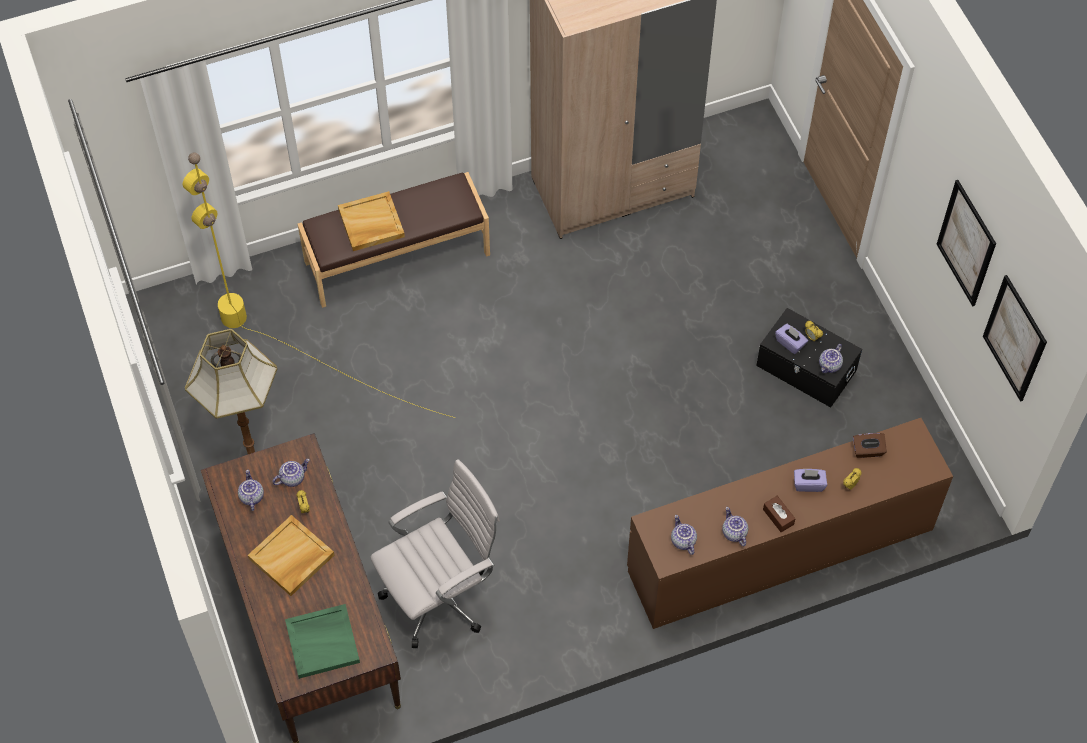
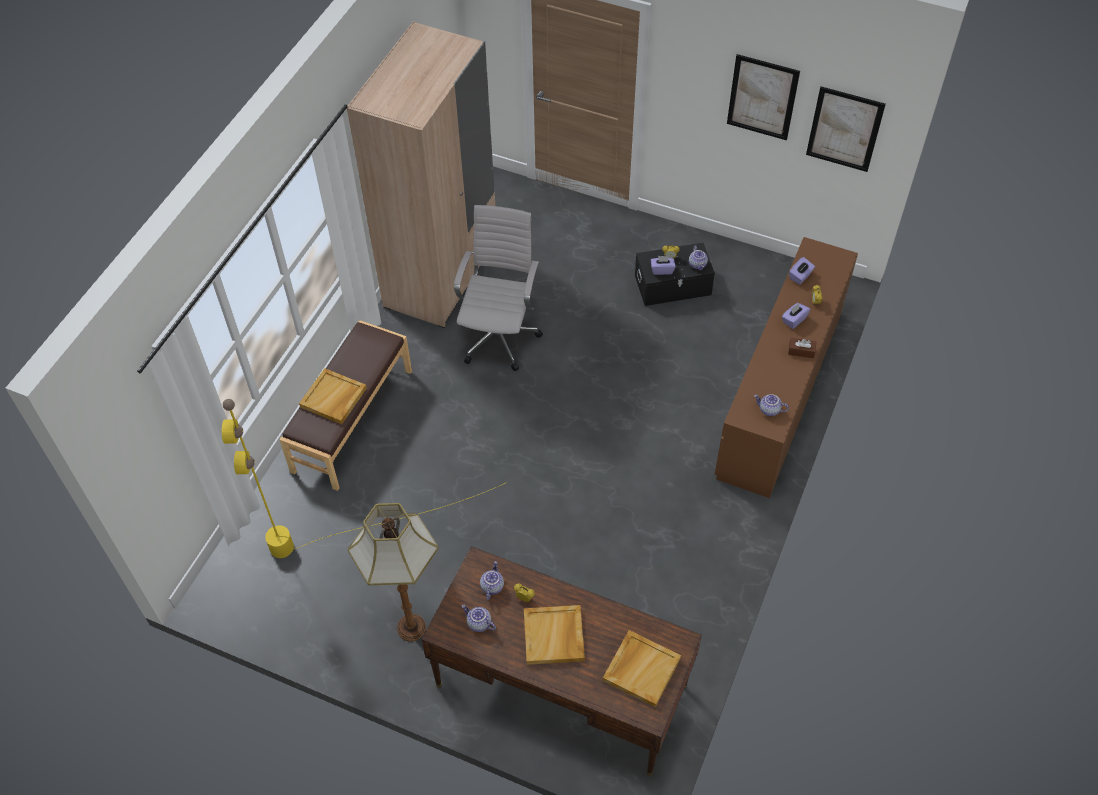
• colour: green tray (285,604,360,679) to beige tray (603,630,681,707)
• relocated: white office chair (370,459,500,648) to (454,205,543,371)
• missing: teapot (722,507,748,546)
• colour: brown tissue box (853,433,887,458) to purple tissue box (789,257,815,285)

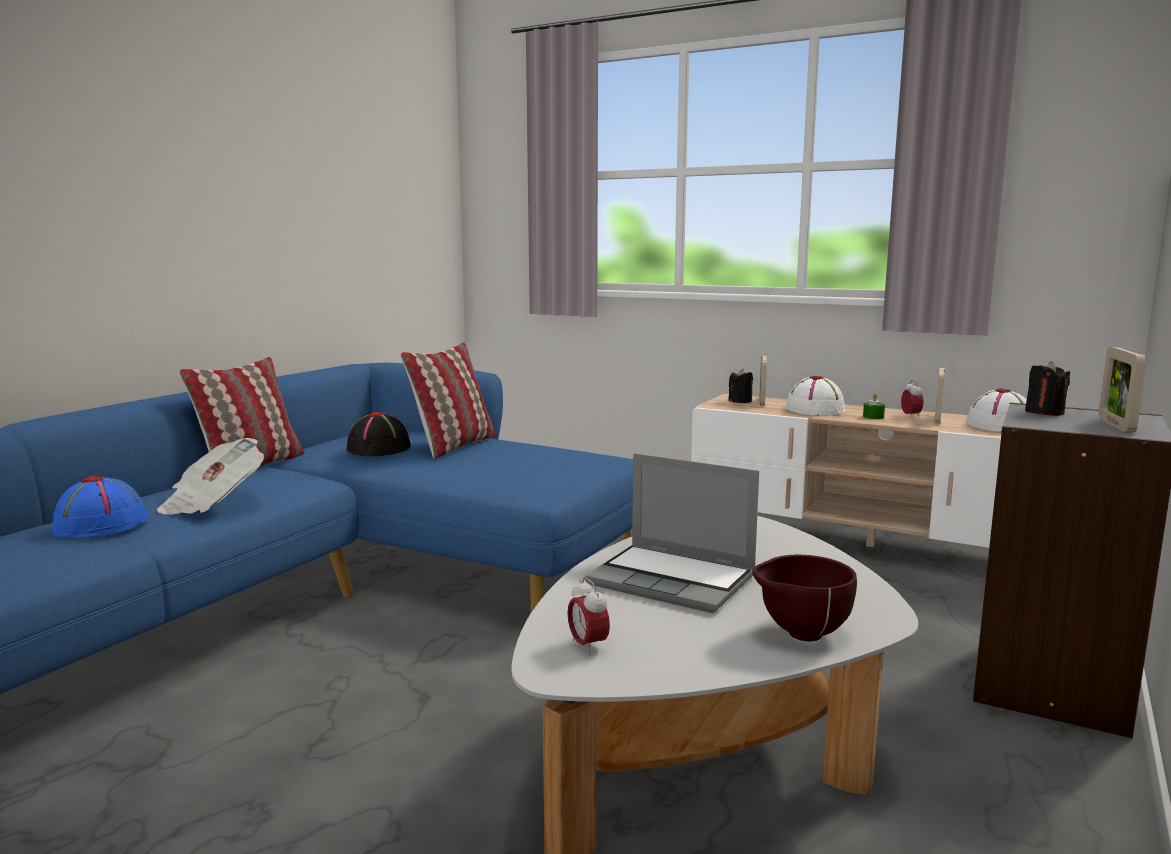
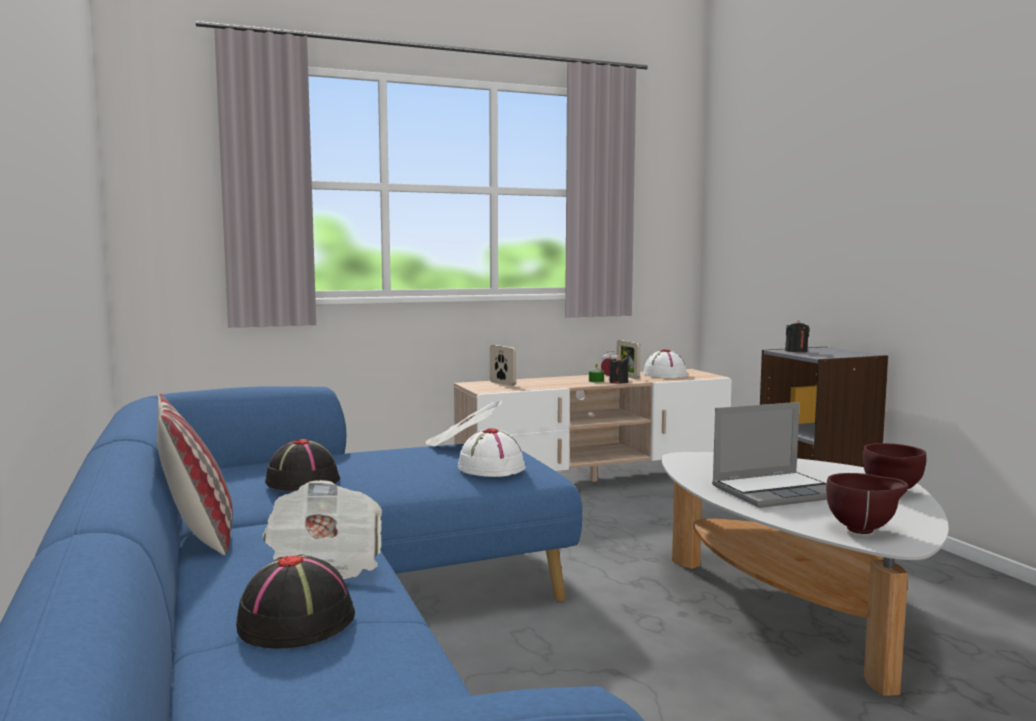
• colour: blue hat (52,476,148,538) to black hat (236,554,355,649)
• missing: pillow (400,342,496,459)
• exchanged: alarm clock (567,577,610,656) to brown bowl (826,473,908,534)
• relocated: black candle (728,369,753,403) to (609,355,628,383)
• relocated: white hat (786,376,845,416) to (458,428,526,477)
• missing: picture frame (1099,347,1147,433)
• appeared: newspaper (426,400,502,447)

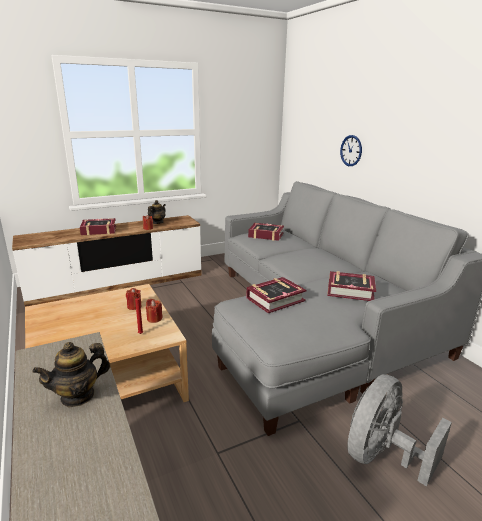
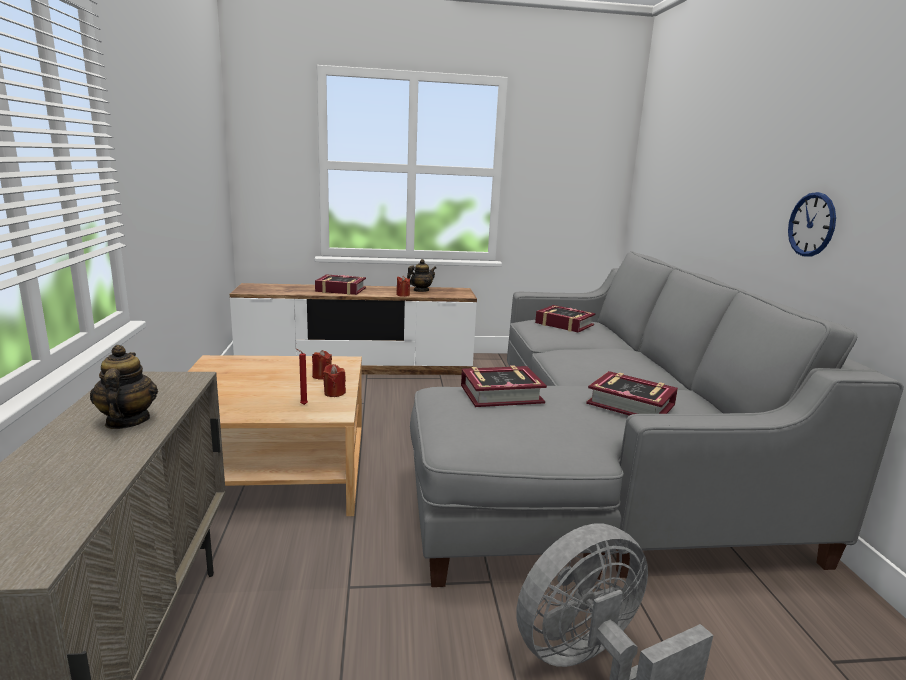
• spun: teapot (32,342,110,407) = (90,345,158,429) 90 degrees clockwise
• relocated: wall clock (340,135,362,166) to (788,192,836,256)

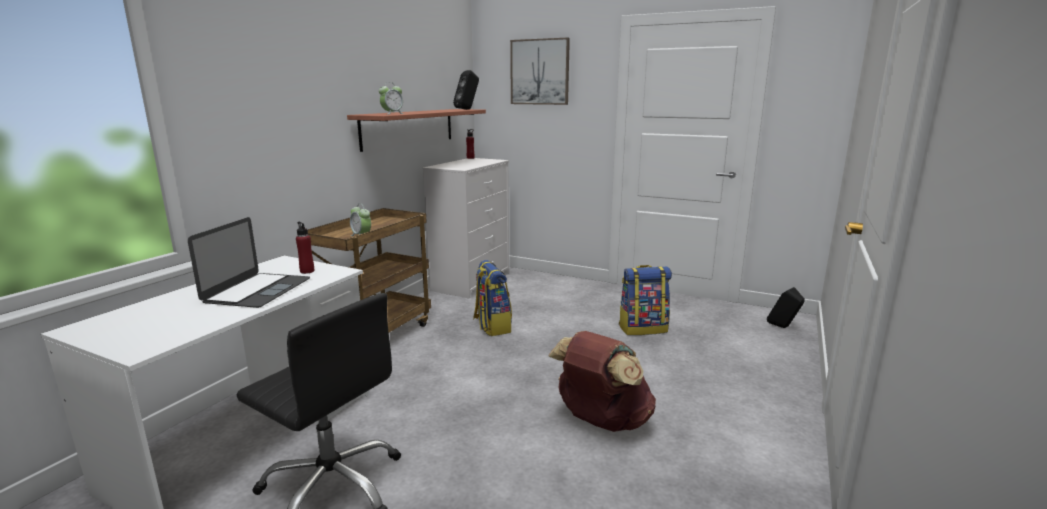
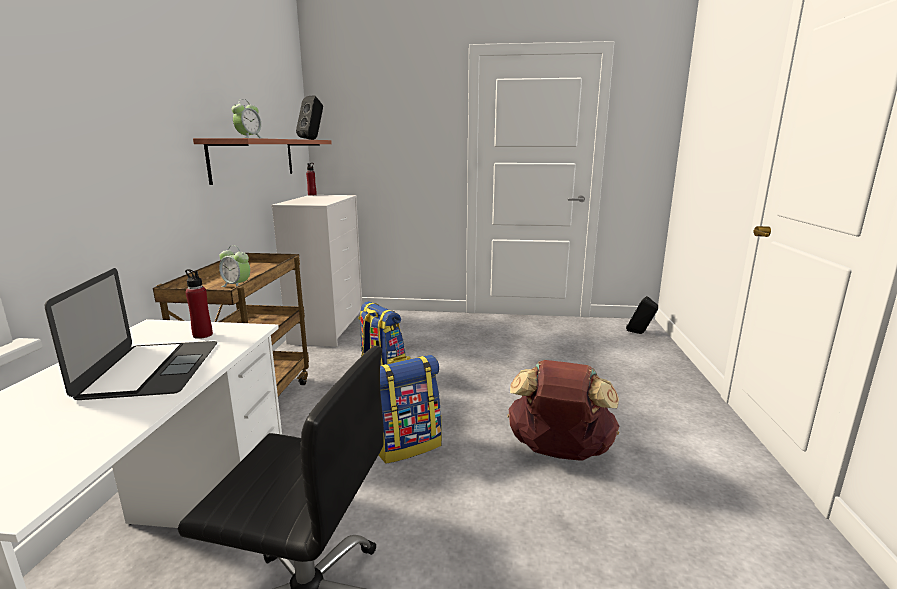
• missing: picture (510,38,570,105)
• relocated: backpack (619,265,672,335) to (379,355,442,464)

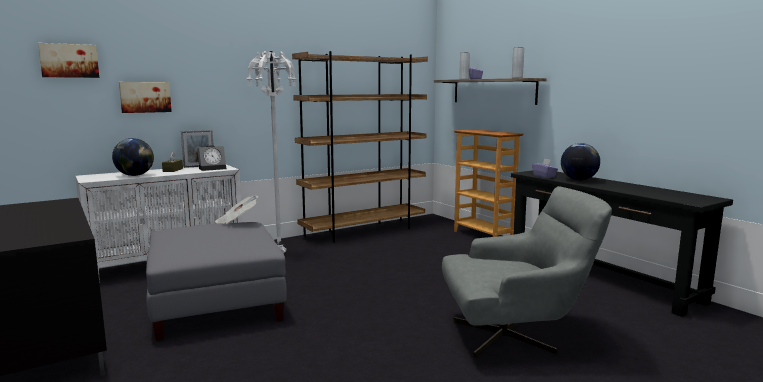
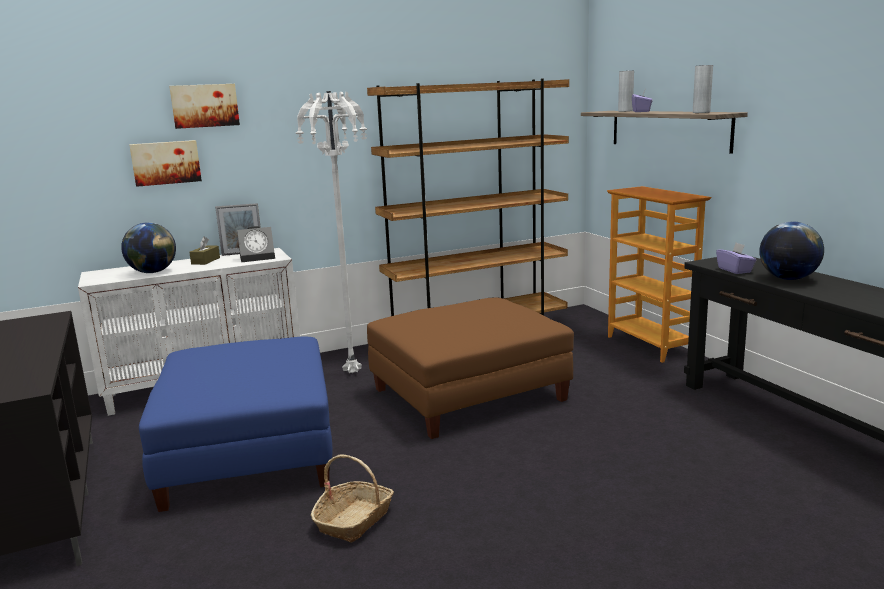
• relocated: picture (38,43,99,78) to (169,84,240,129)
• colour: grey ottoman (146,222,287,341) to blue ottoman (139,336,332,512)
• missing: newspaper (215,195,258,224)
• missing: grey armchair (442,186,612,357)
• appeared: basket (311,455,394,543)
• appeared: brown ottoman (367,297,574,439)

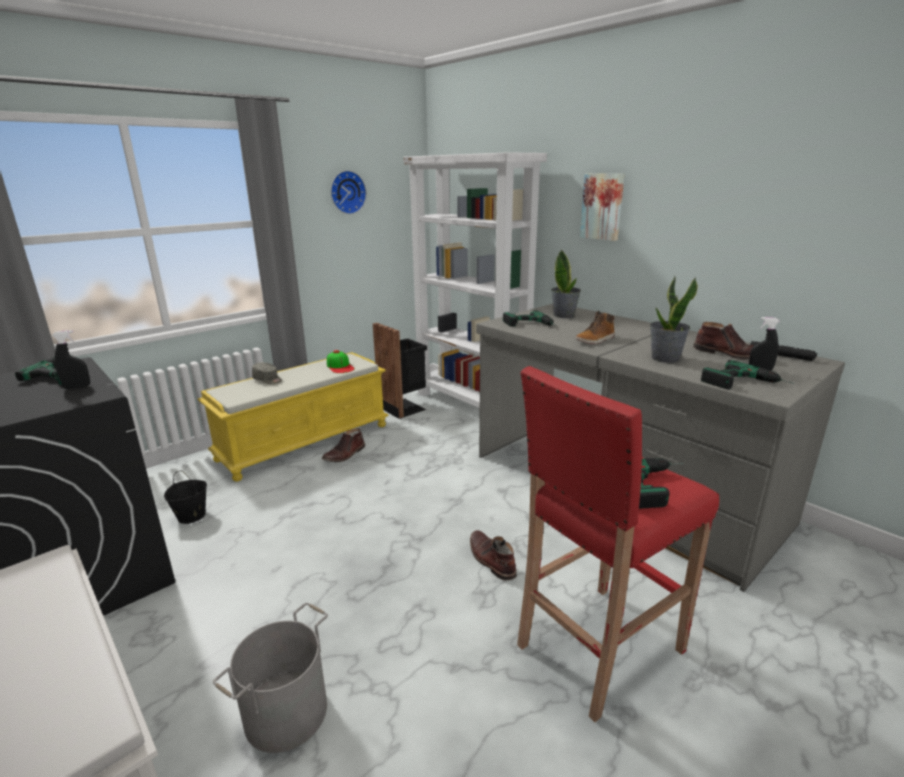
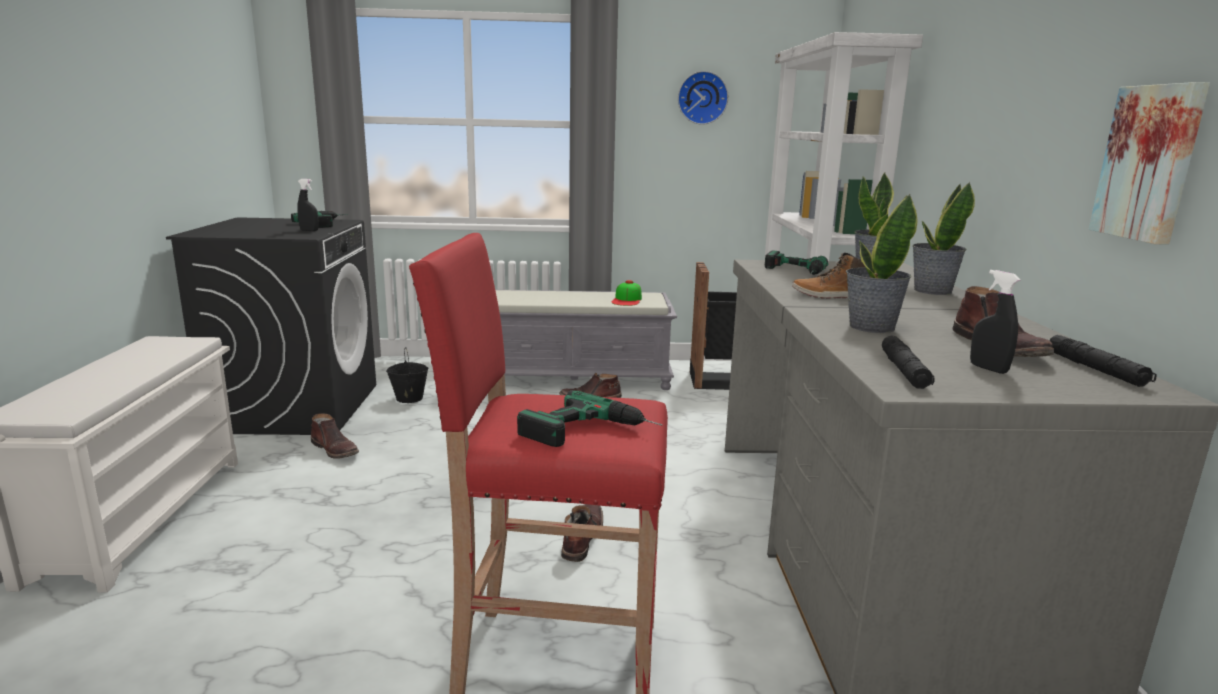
• colour: yellow bench (198,352,389,482) to grey bench (495,290,677,390)
• missing: grey bucket (213,603,328,753)
• missing: grey cap (252,362,282,384)
• relocated: picture (580,173,624,241) to (1089,82,1210,245)
• exchanged: power drill (701,360,795,389) to black flashlight (882,335,934,389)
• appeared: brown boot (311,413,359,459)
• appeared: potted plant (912,182,975,295)

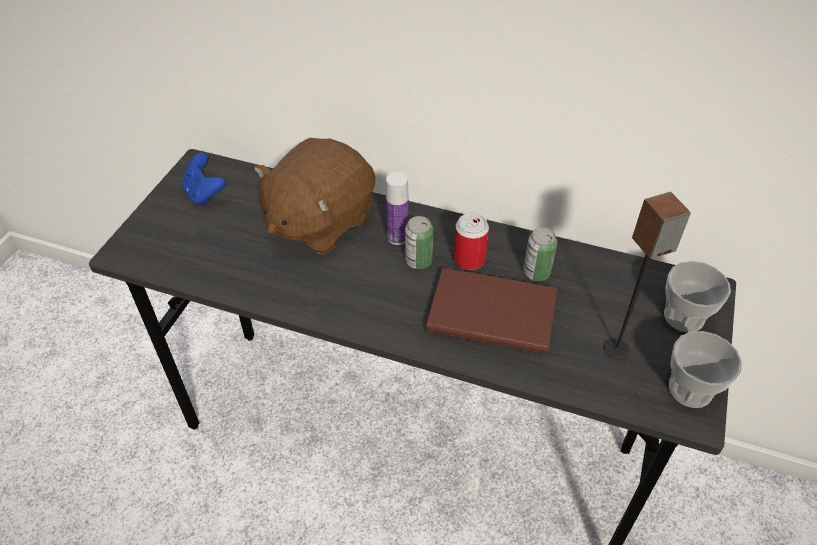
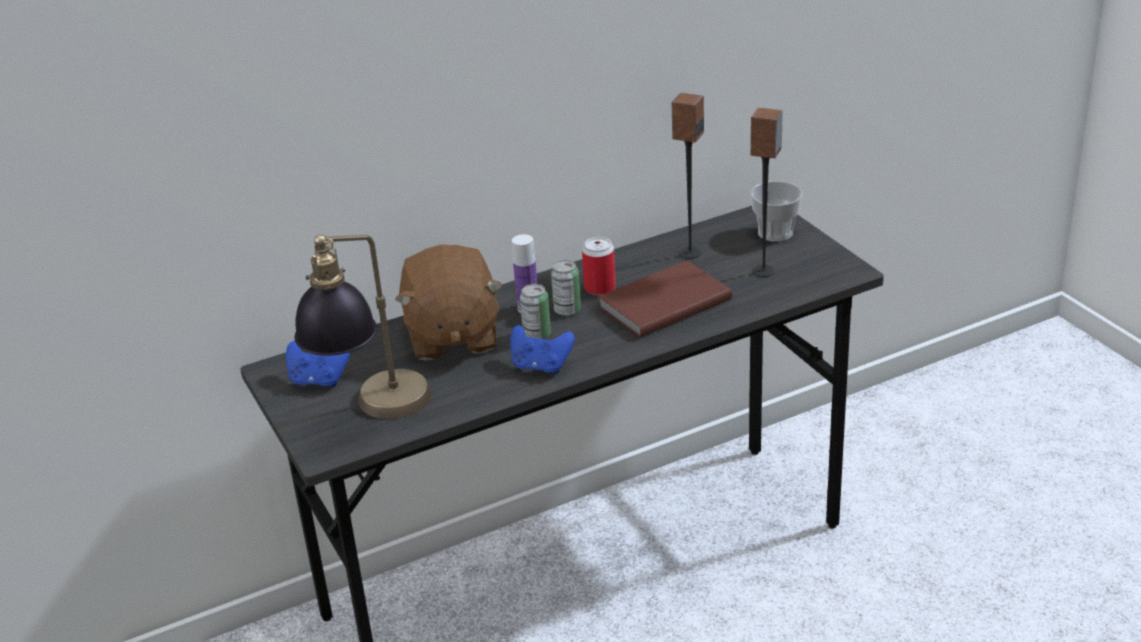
• relocated: can (523,228,557,281) to (520,284,551,339)
• missing: cup (669,331,742,408)
• appeared: table lamp (295,234,432,419)
• appeared: blue game controller (510,325,575,374)
• appeared: speaker (672,93,704,259)

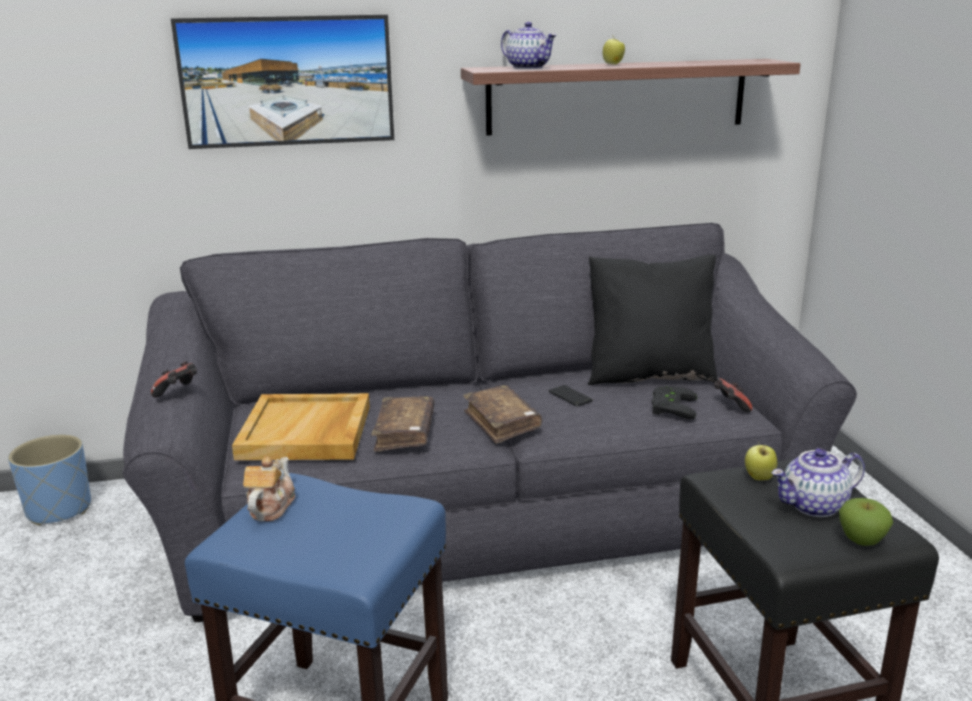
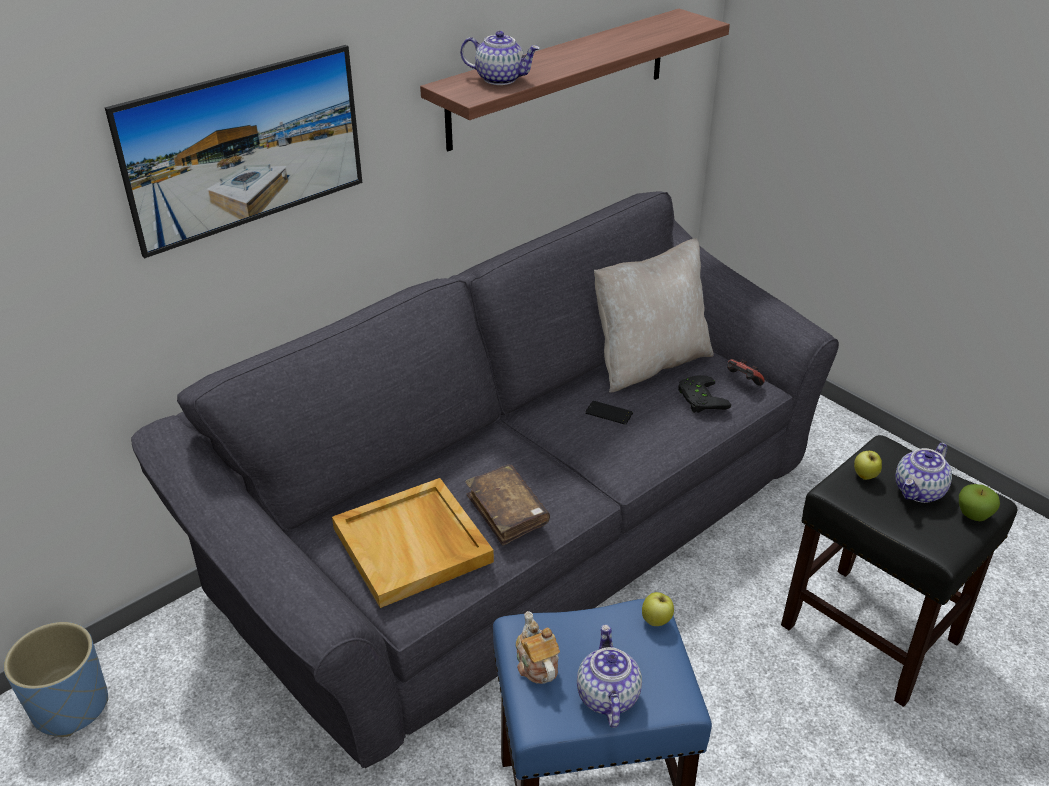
• missing: game controller (151,361,197,398)
• missing: brown book (463,385,542,444)
• colour: black pillow (588,254,717,385) to beige pillow (594,238,714,393)
• relocated: apple (603,35,625,65) to (642,592,674,626)
• appeared: teapot (577,625,642,728)

